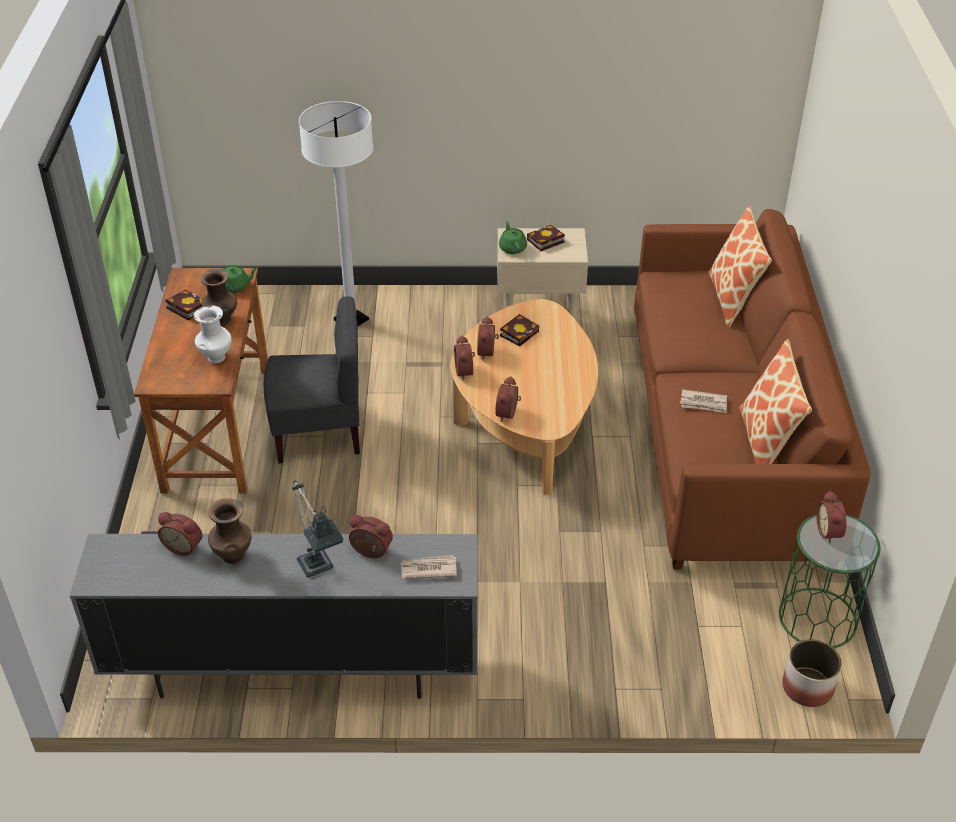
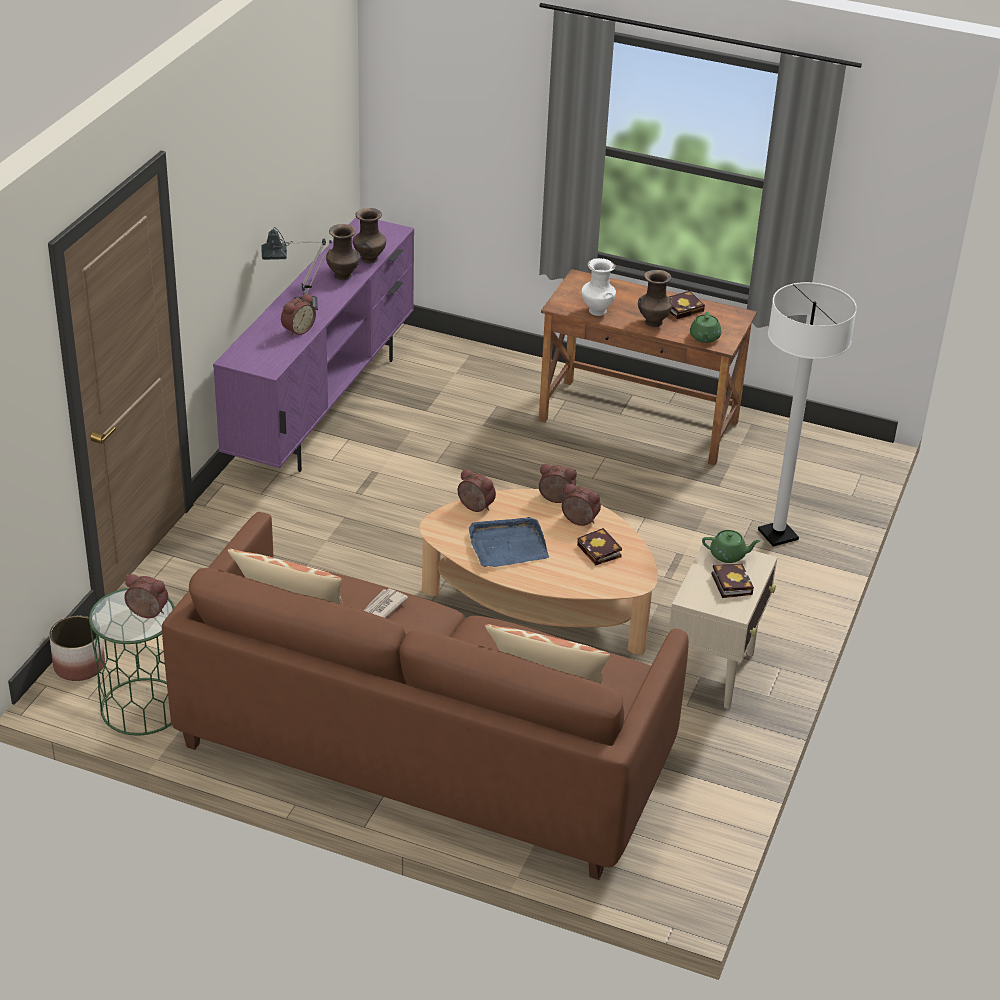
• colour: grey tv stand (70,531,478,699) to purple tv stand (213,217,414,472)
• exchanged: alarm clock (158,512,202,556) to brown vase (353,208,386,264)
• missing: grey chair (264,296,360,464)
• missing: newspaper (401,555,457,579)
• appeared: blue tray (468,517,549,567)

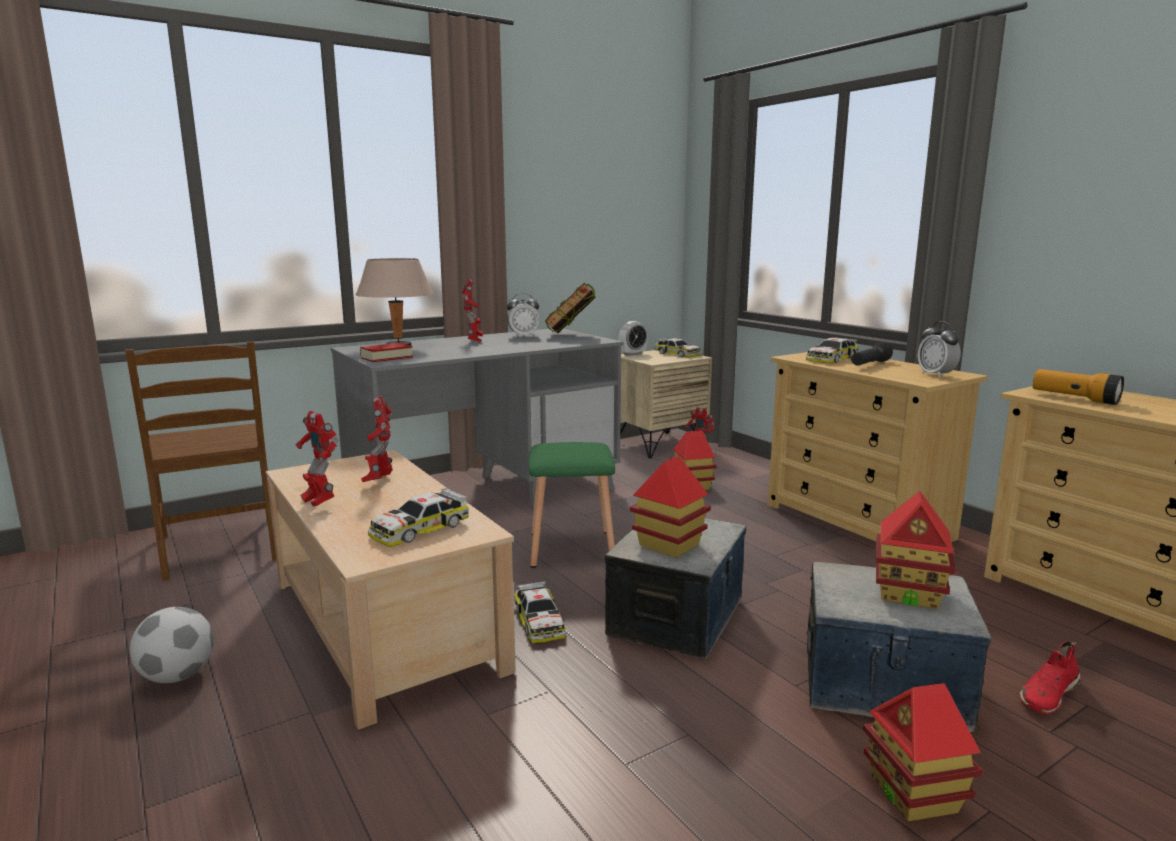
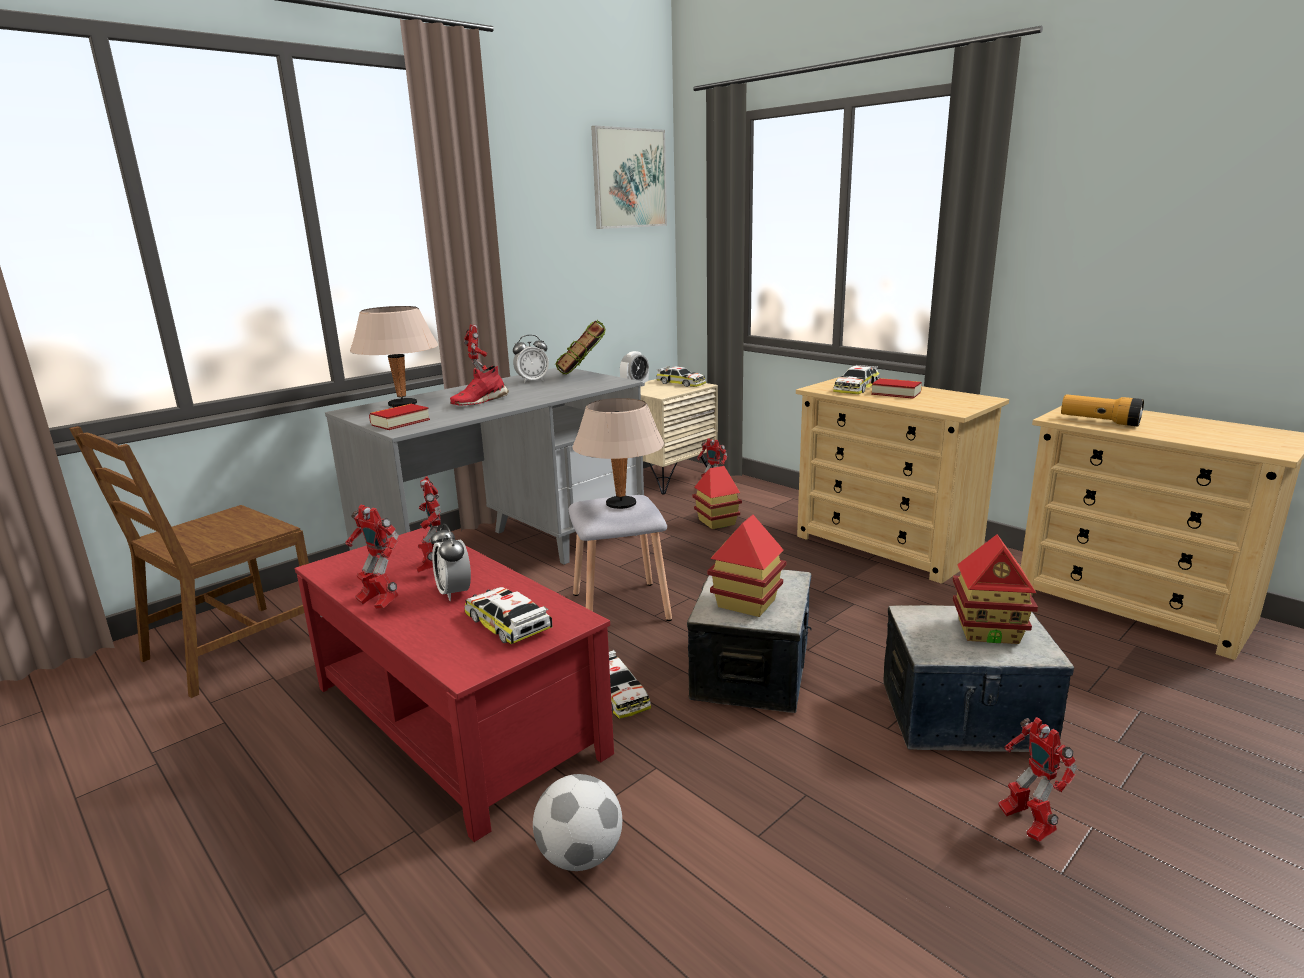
• spun: brown chair (125,341,276,581) = (69,426,309,698) 75 degrees clockwise
• relocated: football (130,607,214,683) to (533,774,622,871)
• colour: beige coffee table (266,450,516,730) to red coffee table (295,526,614,842)
• spun: toy car (368,488,469,547) = (464,587,552,644) 105 degrees clockwise
• colour: green stool (528,442,615,568) to grey stool (568,495,672,621)
• exchanged: black flashlight (851,341,893,366) to book (871,378,922,399)
• exchanged: toy house (863,683,983,822) to toy robot (998,717,1077,842)
• relocated: alarm clock (918,321,961,378) to (431,524,471,601)
• relocated: red shoe (1019,641,1081,715) to (450,366,509,406)
• appeared: beige table lamp (572,398,664,509)
• appeared: picture (591,126,667,229)

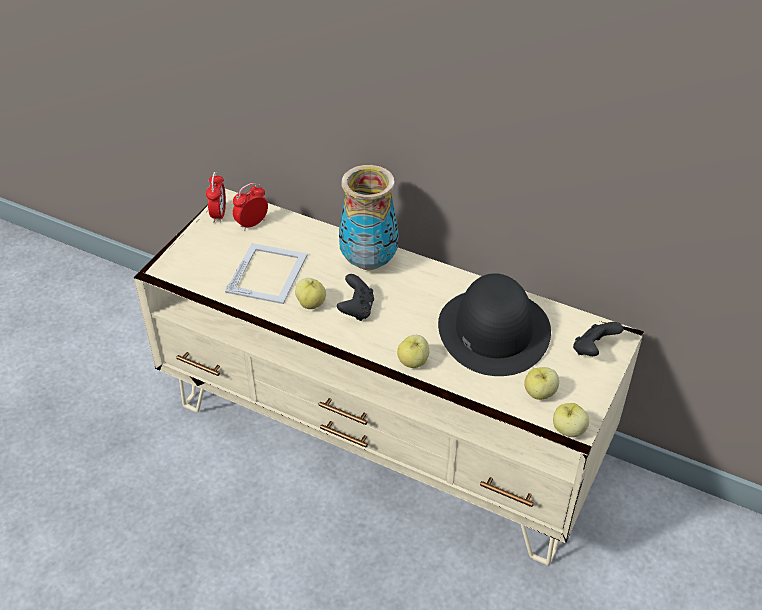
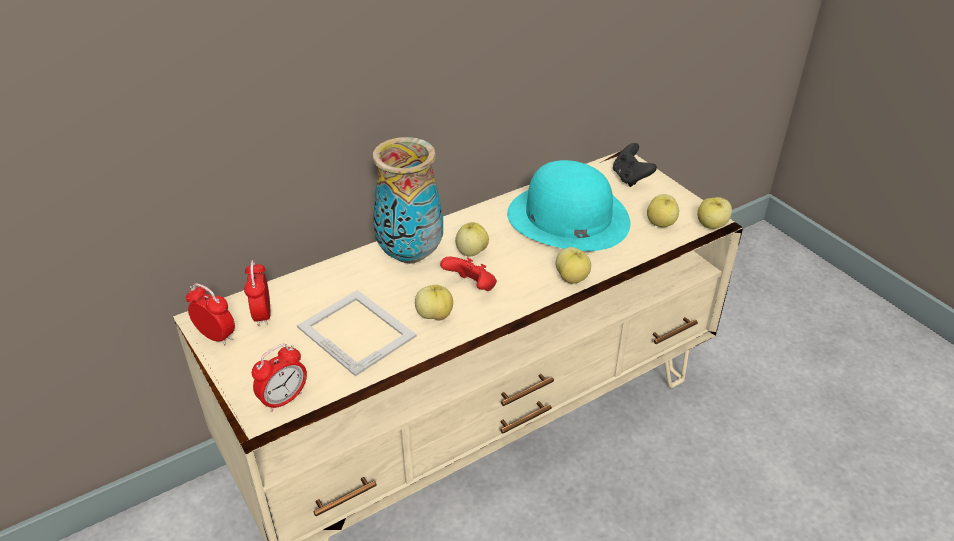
• colour: black game controller (337,274,374,321) to red game controller (440,257,497,291)
• colour: black hat (438,273,551,376) to turquoise hat (507,160,630,251)
• appeared: alarm clock (252,344,307,412)
• appeared: apple (455,222,489,257)

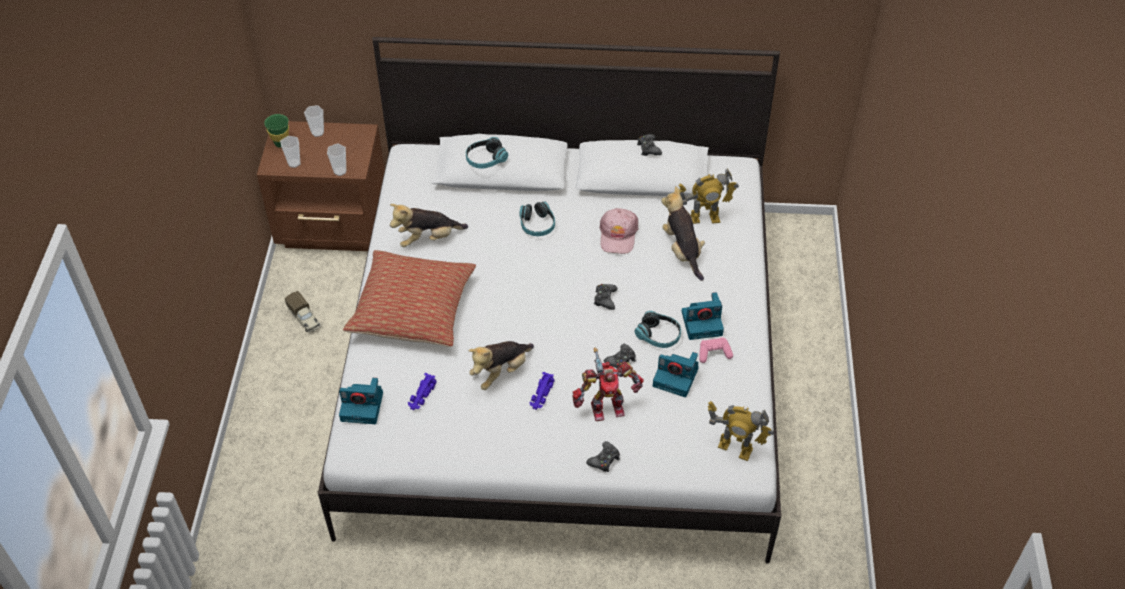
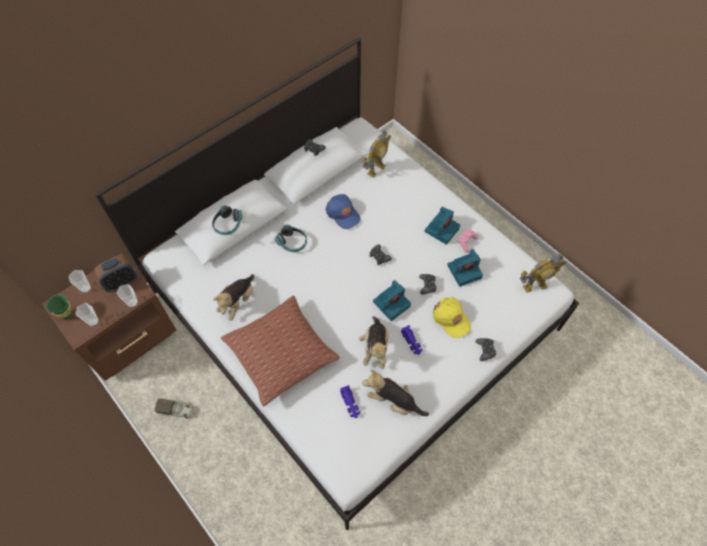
• relocated: photo camera (339,378,383,424) to (373,280,411,321)
• exchanged: toy robot (572,347,644,421) to yellow cap (433,298,471,338)
• colour: pink cap (600,208,638,254) to blue cap (326,194,361,229)
• missing: headphones (635,311,681,348)
• relocated: plush toy (661,186,705,281) to (362,370,429,416)
• appeared: alarm clock (94,255,137,292)

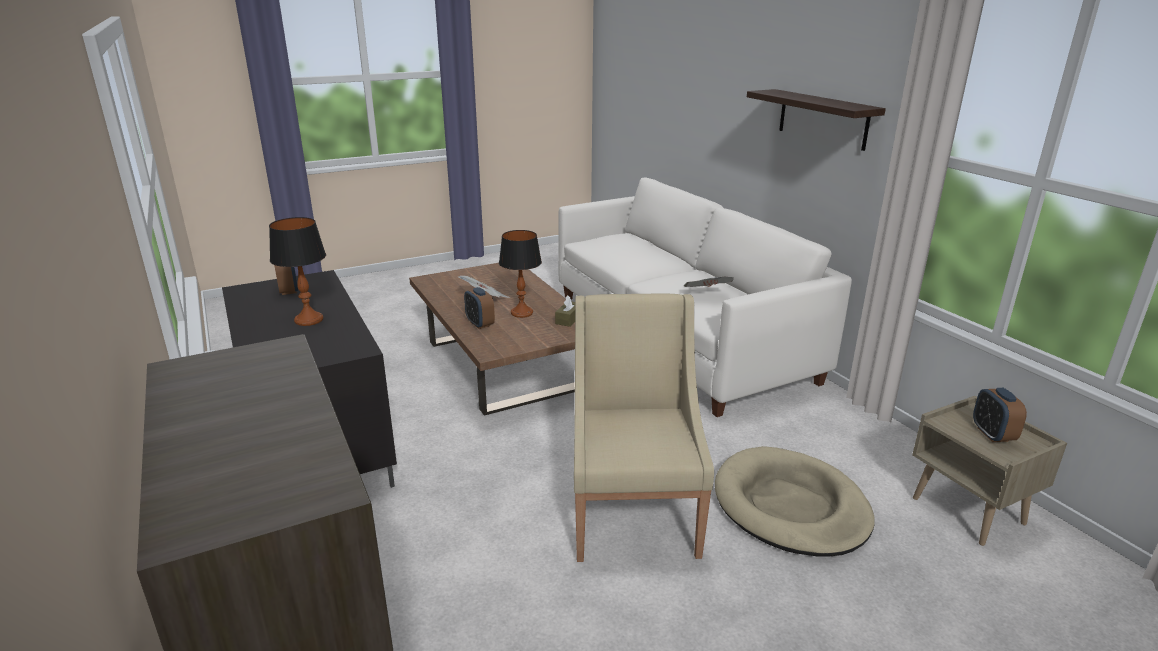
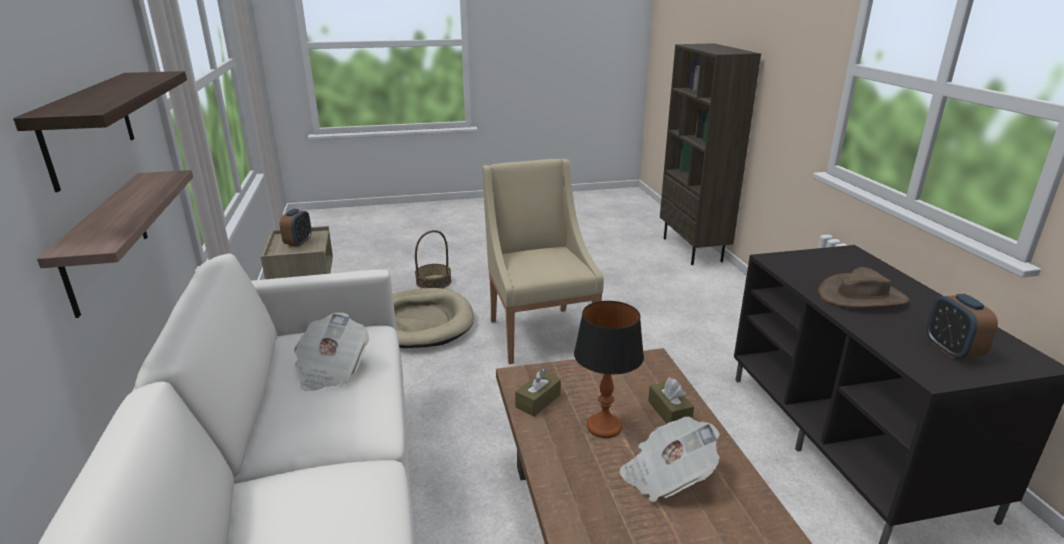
• exchanged: table lamp (269,217,326,326) to brown hat (818,267,909,308)
• exchanged: alarm clock (464,287,495,329) to brown tissue box (648,377,694,424)
• spun: beige armchair (574,293,714,562) = (482,159,604,364) 150 degrees clockwise
• appeared: shelf (37,170,193,318)
• appeared: basket (415,230,452,288)

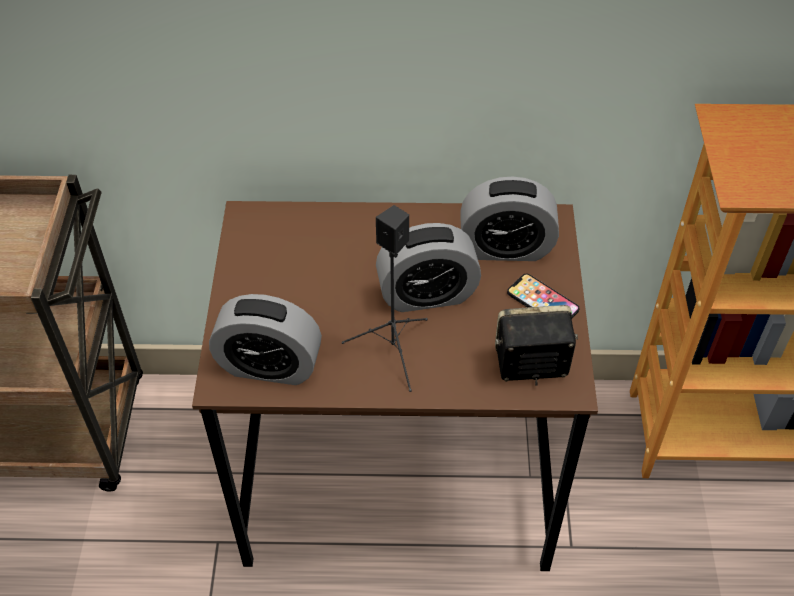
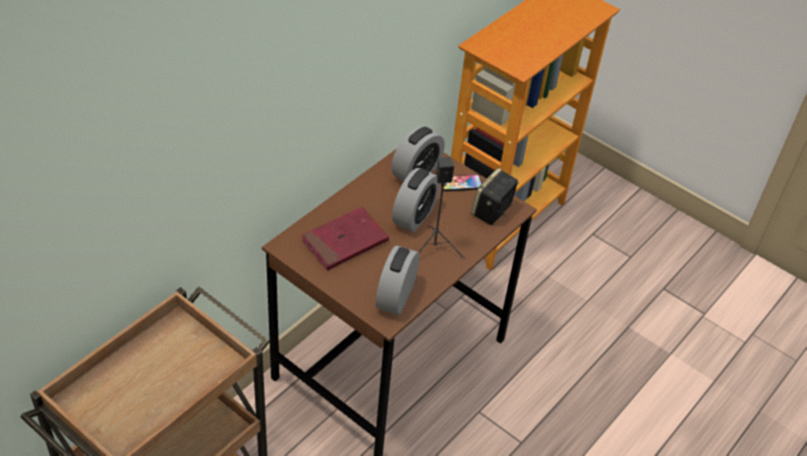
• spun: alarm clock (209,294,322,385) = (376,245,419,315) 150 degrees clockwise
• appeared: red book (302,207,389,271)

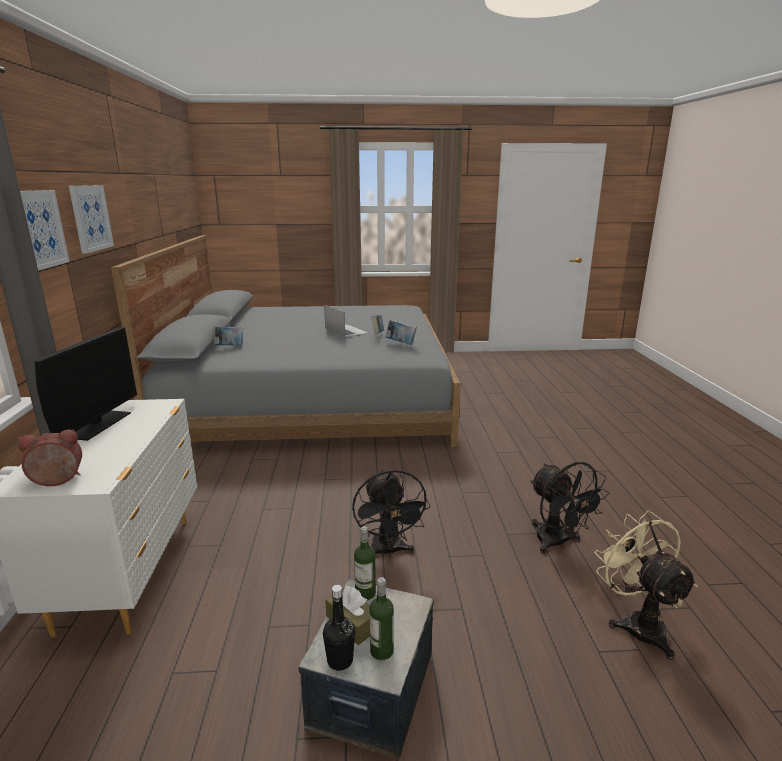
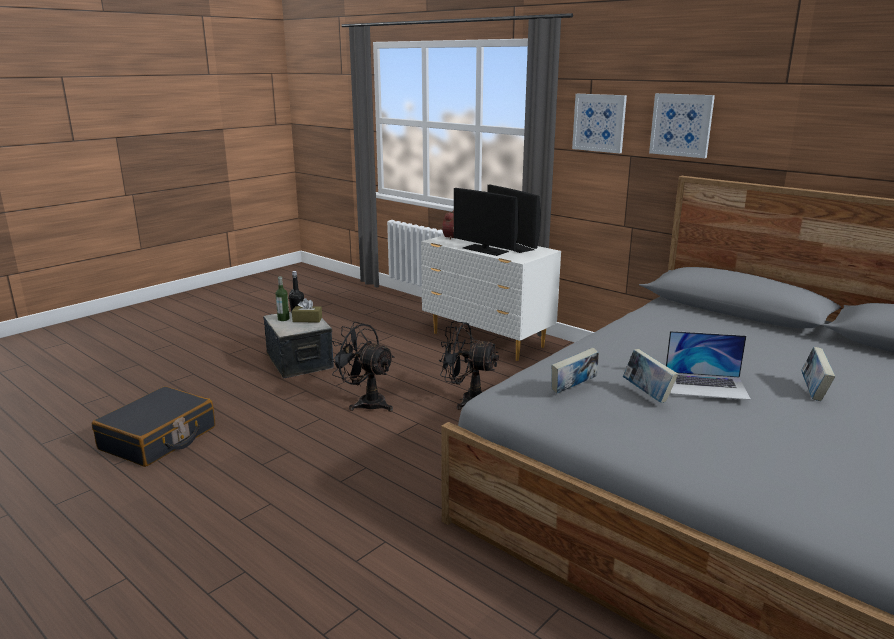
• relocated: book (213,327,243,346) to (801,347,835,401)
• missing: bottle (354,526,376,600)
• relocated: black fan (530,462,609,553) to (439,321,499,410)
• exchanged: beige fan (594,511,698,660) to black suitcase (92,386,215,467)
• appeared: monitor (454,188,519,256)

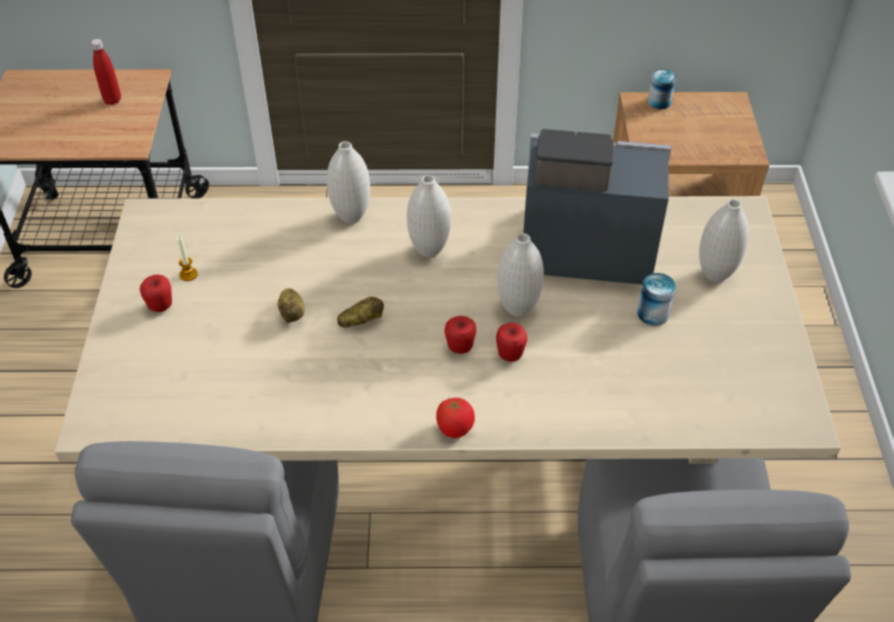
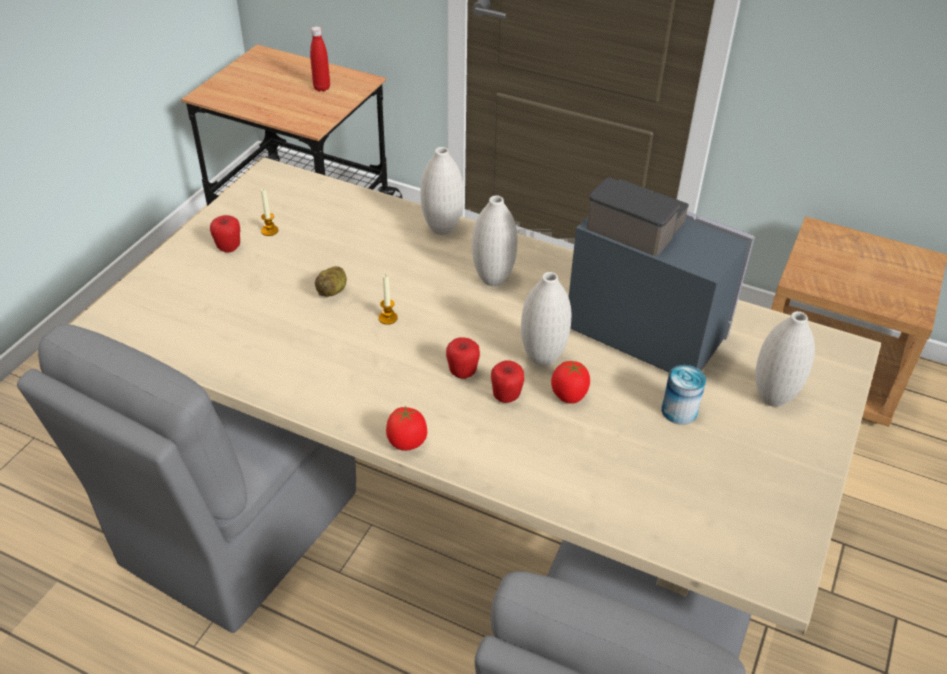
• exchanged: potato (337,297,384,328) to candle (379,275,398,325)
• missing: can (647,69,676,109)
• appeared: tomato (551,361,590,404)

